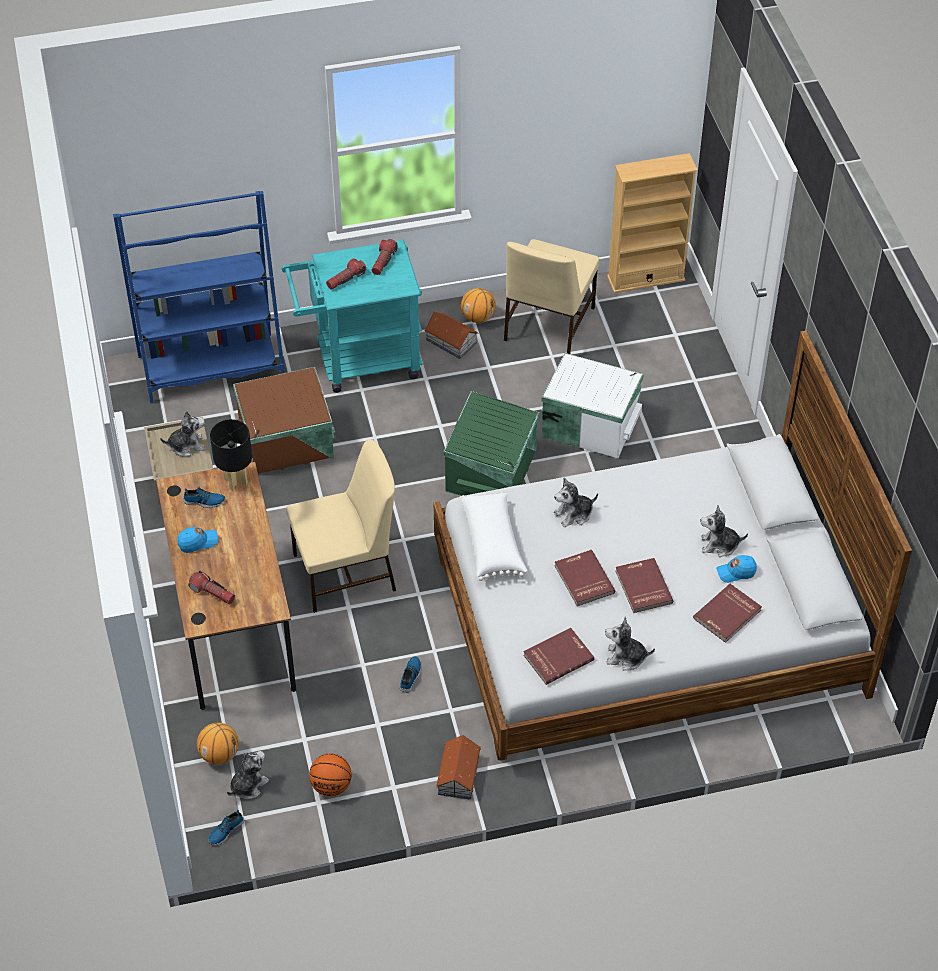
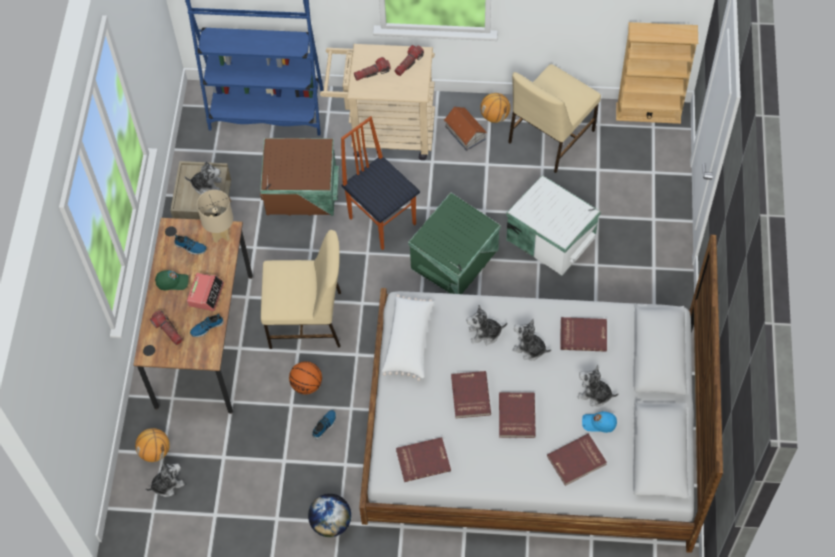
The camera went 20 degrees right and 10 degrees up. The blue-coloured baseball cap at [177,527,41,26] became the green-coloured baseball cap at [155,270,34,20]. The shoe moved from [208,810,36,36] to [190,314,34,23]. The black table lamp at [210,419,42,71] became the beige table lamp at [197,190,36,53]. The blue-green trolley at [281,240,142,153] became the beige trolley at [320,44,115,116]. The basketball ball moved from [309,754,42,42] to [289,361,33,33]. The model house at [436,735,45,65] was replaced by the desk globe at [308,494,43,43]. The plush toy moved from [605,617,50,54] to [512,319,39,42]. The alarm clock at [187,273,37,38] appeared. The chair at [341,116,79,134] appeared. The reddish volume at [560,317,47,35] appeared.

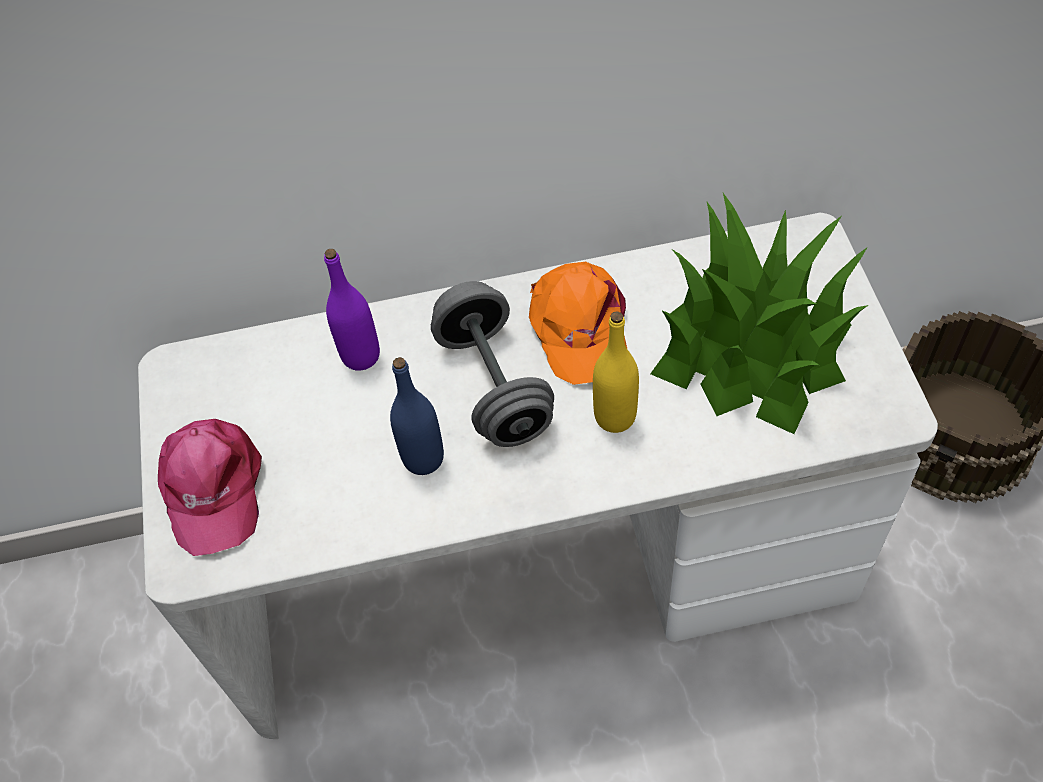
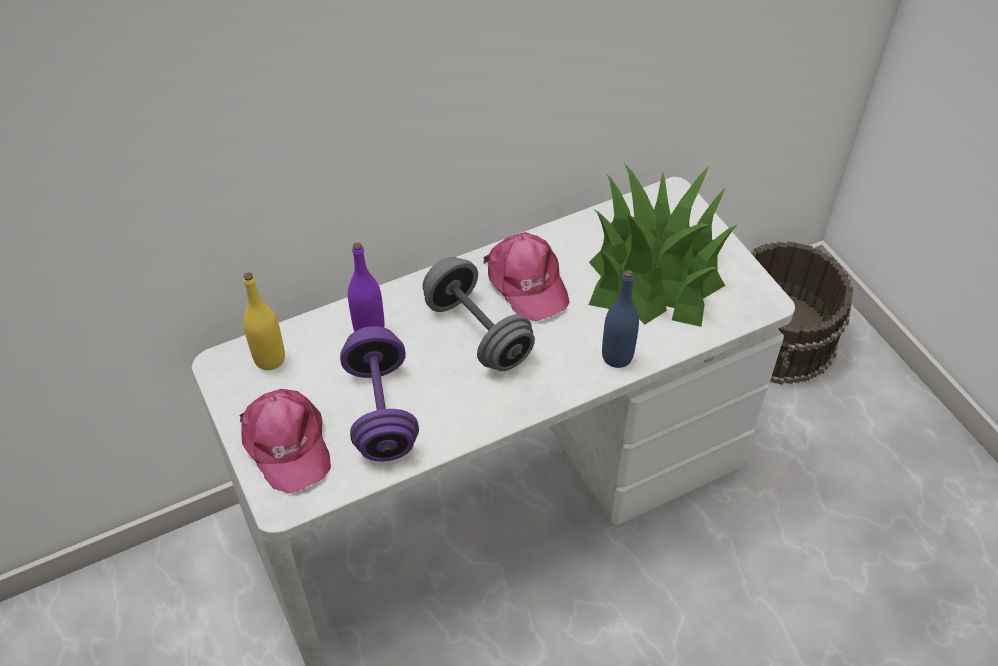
The camera went 20 degrees left and 5 degrees down. The blue-coloured drink bottle moved from [390,357,54,118] to [602,270,37,98]. The orange-coloured baseball cap at [529,262,98,123] became the pink baseball cap at [483,232,86,89]. The yellowish drink bottle moved from [593,311,46,122] to [243,272,42,98]. The purplish free weight at [340,326,79,135] appeared.

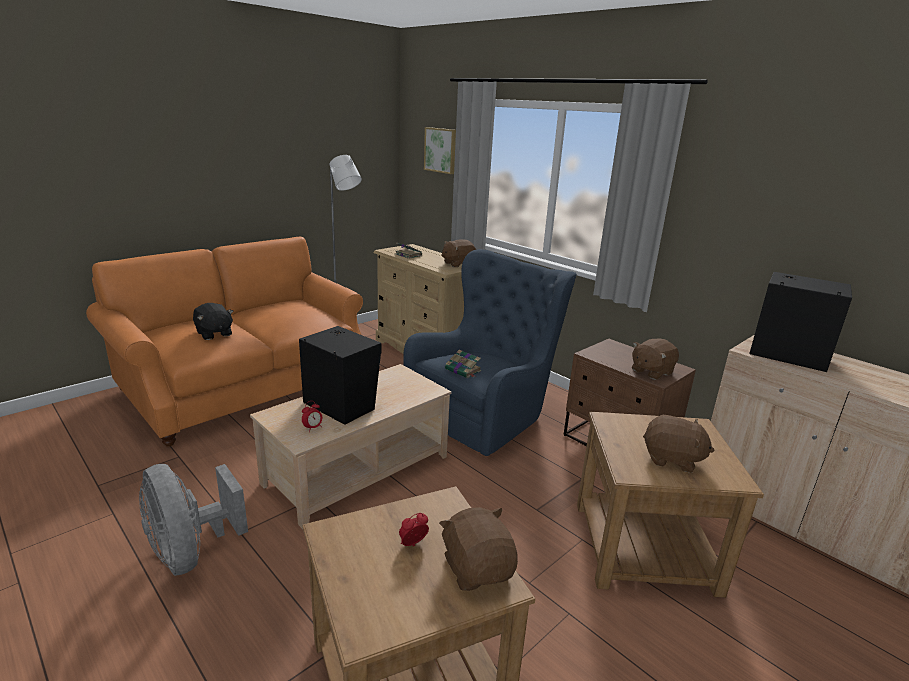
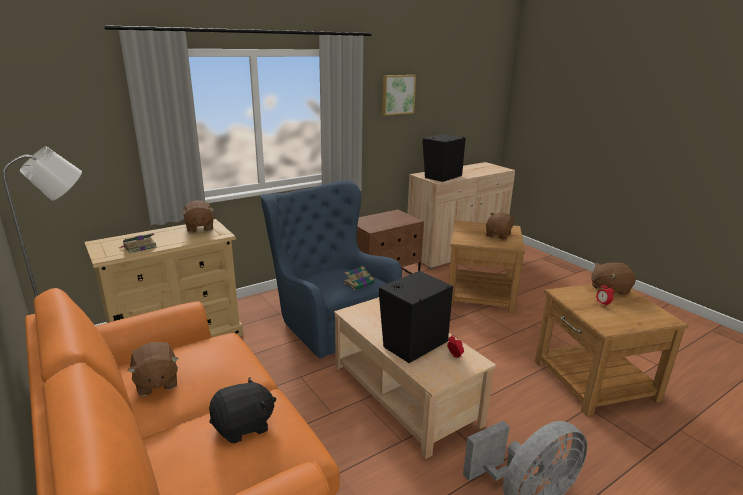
The camera went 80 degrees left and 0 degrees up. The wall art moved from [424,127,32,47] to [382,75,34,41]. The brown plush toy moved from [632,339,47,41] to [128,342,51,54].

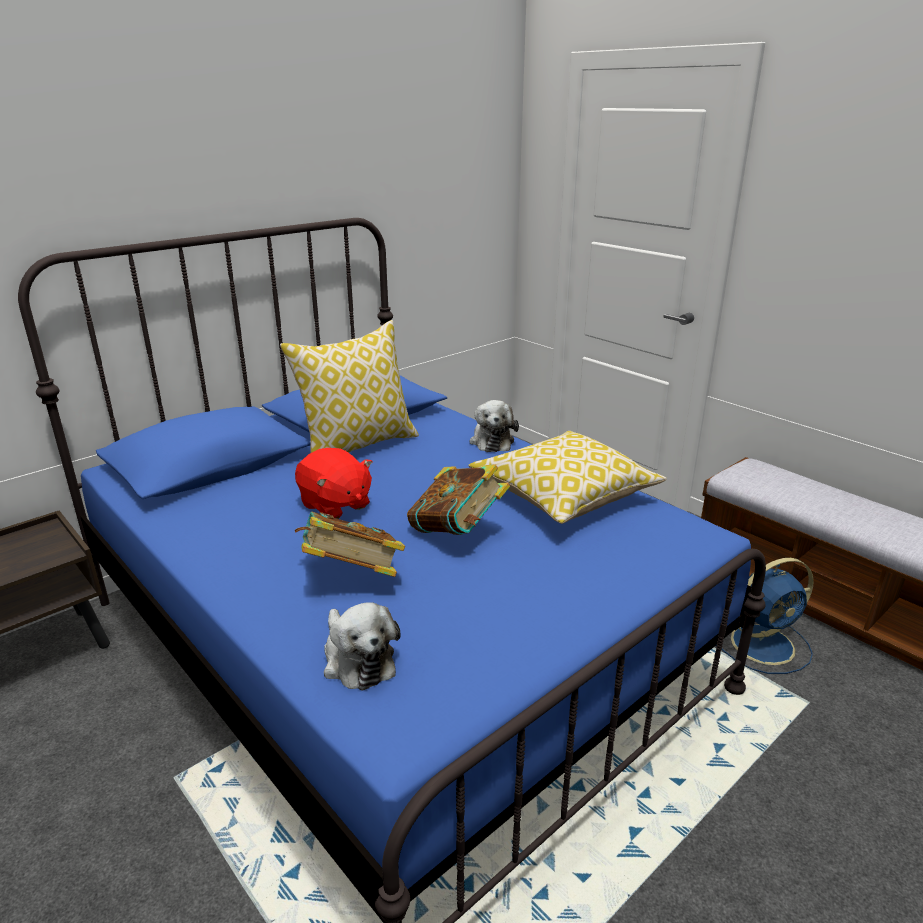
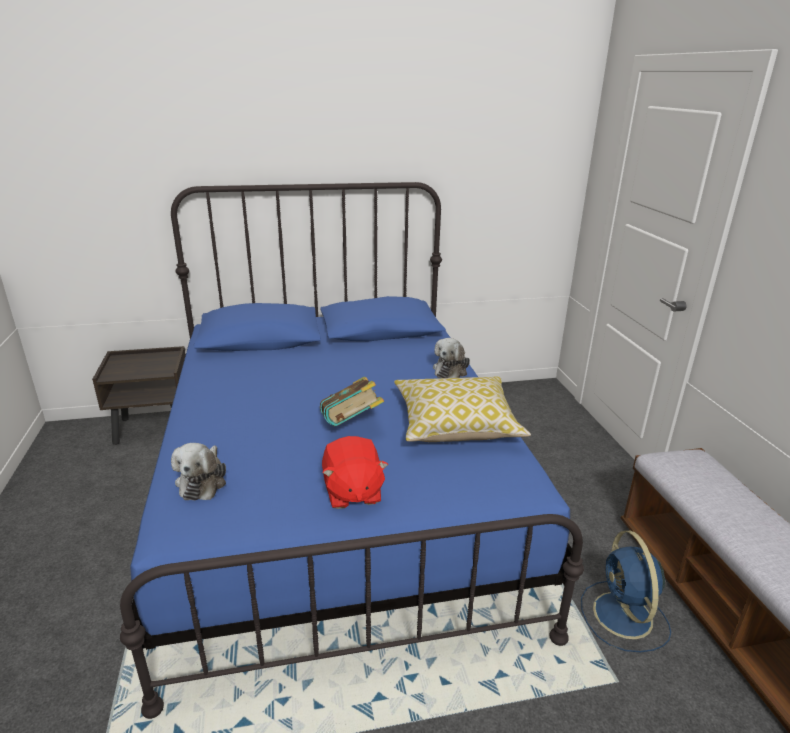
The camera went 30 degrees right and 0 degrees up. The pillow at [280,320,139,133] disappeared. The reddish plush toy moved from [295,448,77,71] to [322,436,66,73]. The volume at [295,511,110,66] disappeared. The blue-coloured electric fan at [716,558,98,116] turned 75 degrees clockwise.

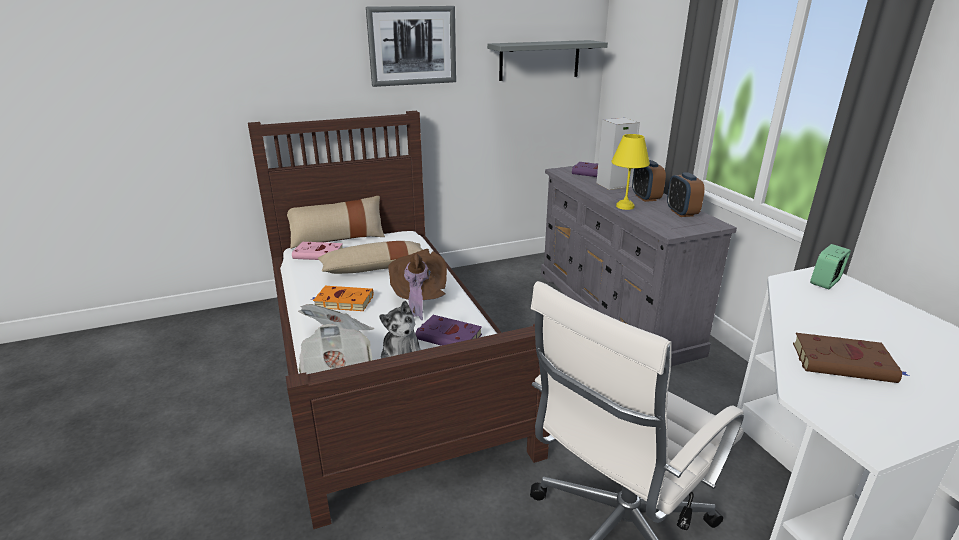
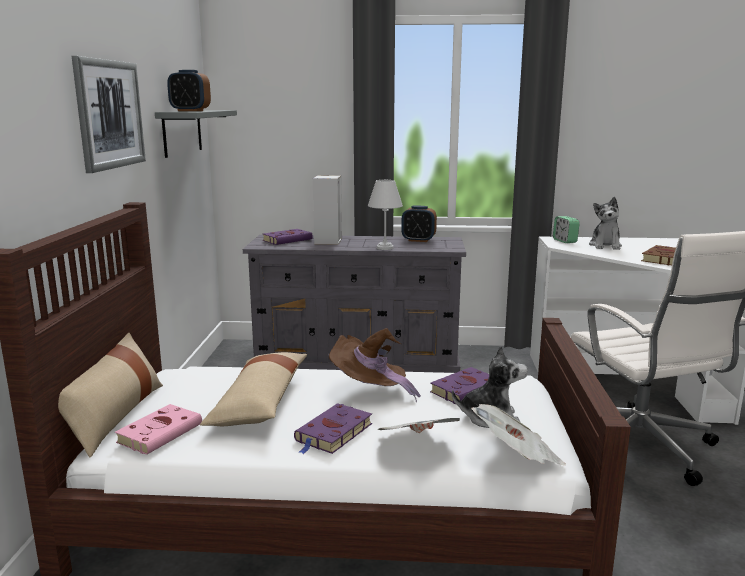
The camera went 65 degrees left and 10 degrees down. The orange-coloured volume at [313,286,60,25] became the purplish volume at [294,403,78,51]. The yellowish table lamp at [611,134,39,76] became the white table lamp at [368,180,35,70]. The alarm clock moved from [632,160,34,42] to [167,70,44,41]. The plush toy at [589,197,33,53] appeared.

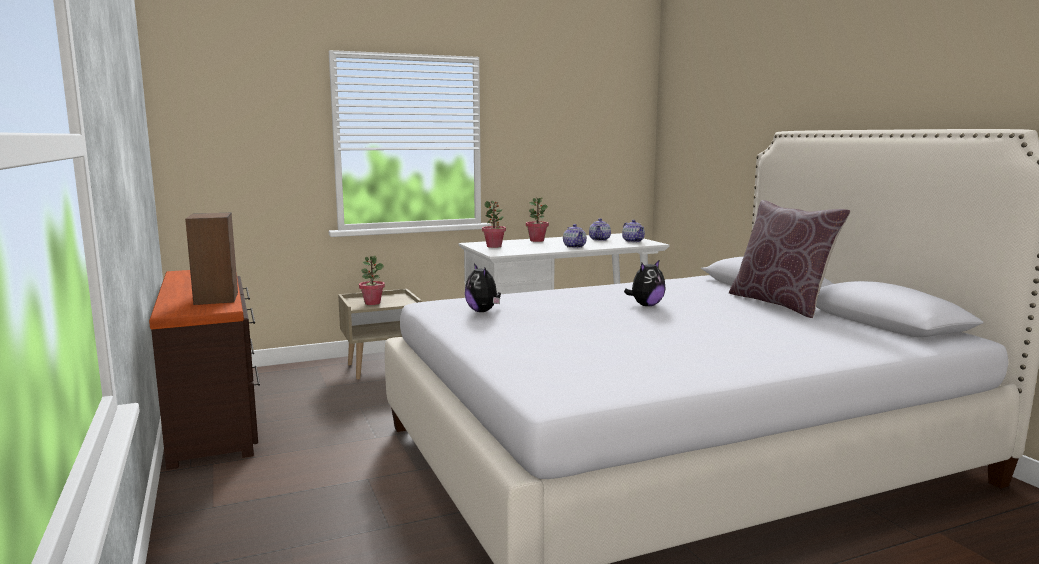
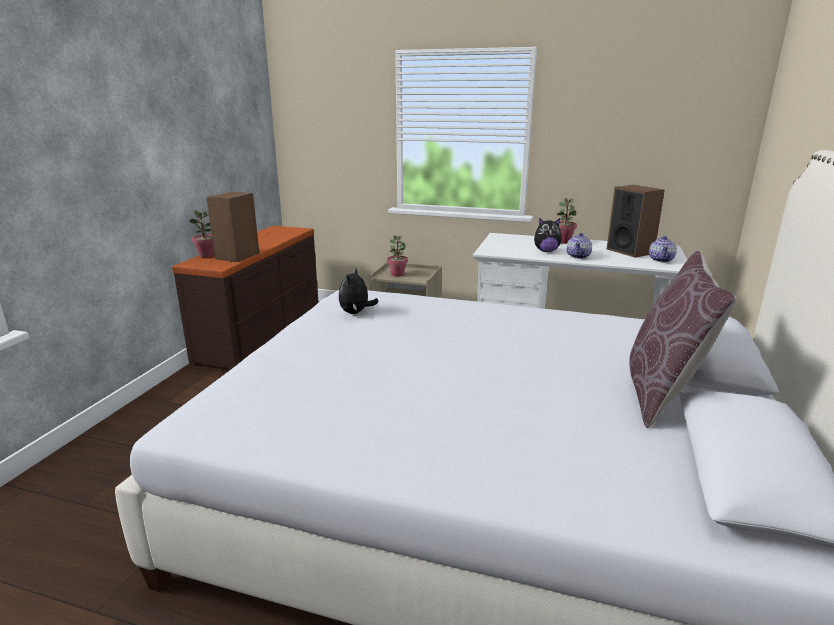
The camera went 40 degrees right and 10 degrees up. The houseplant moved from [482,200,24,48] to [189,210,25,47]. The teapot at [589,218,22,23] was replaced by the loudspeaker at [607,185,58,73]. The plush toy moved from [624,259,42,47] to [534,218,27,34].

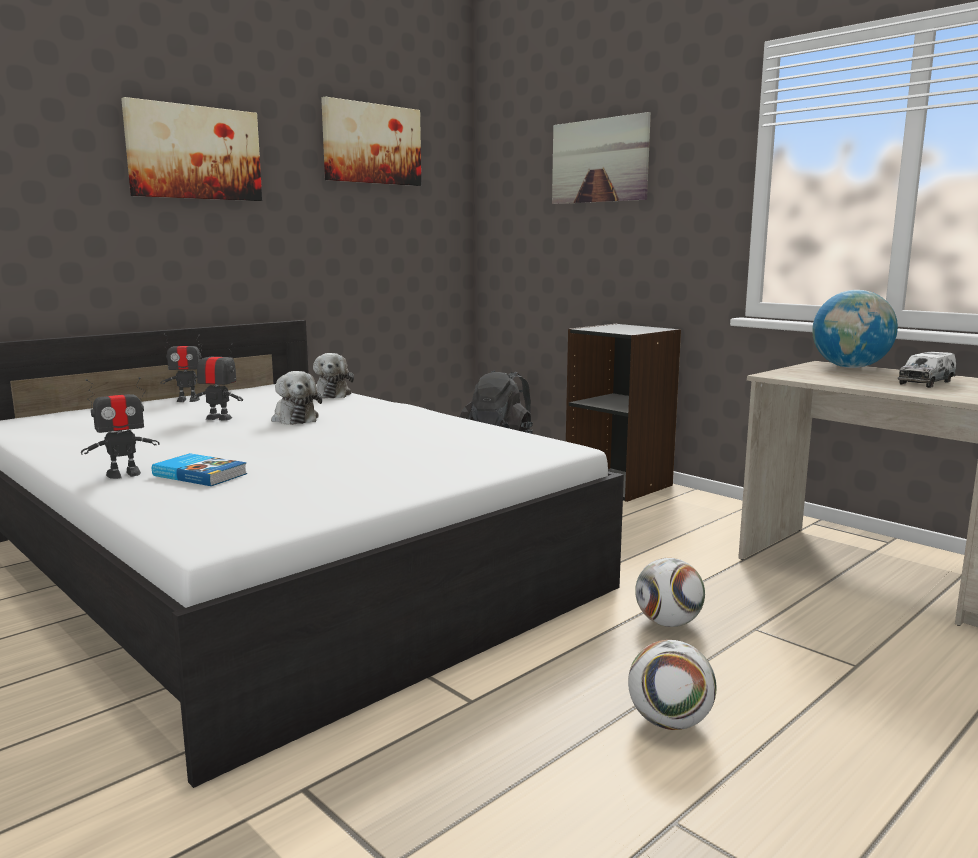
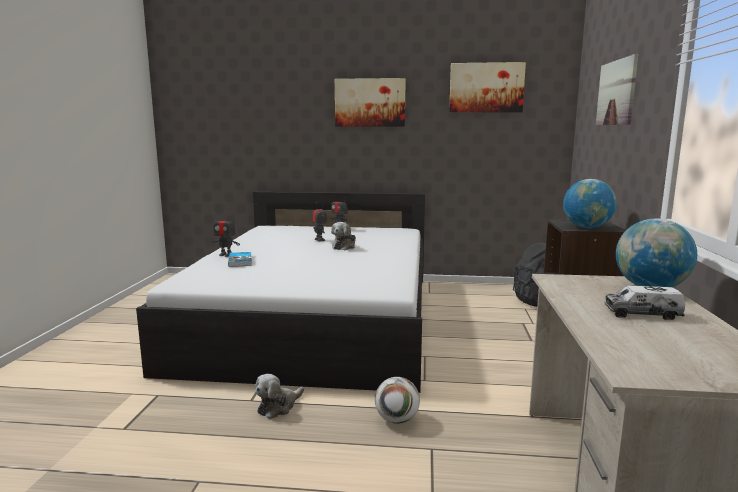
The camera went 50 degrees right and 0 degrees up. The plush toy moved from [313,353,41,46] to [255,374,49,45]. The football at [628,640,89,90] disappeared. The desk globe at [563,179,54,49] appeared.

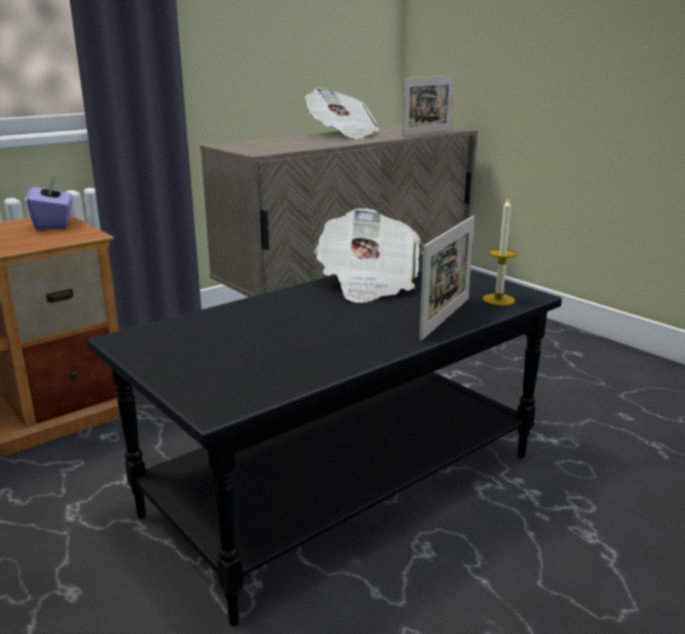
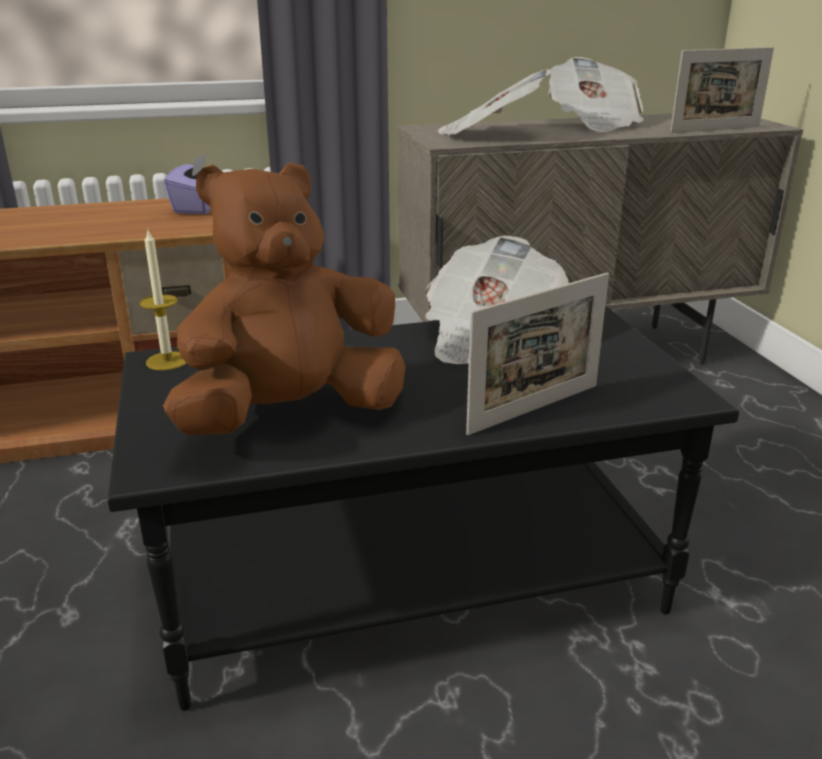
The camera went 25 degrees right and 5 degrees up. The candle moved from [483,199,34,107] to [140,231,46,140]. The brown plush toy at [163,163,242,272] appeared. The newspaper at [438,69,114,67] appeared.

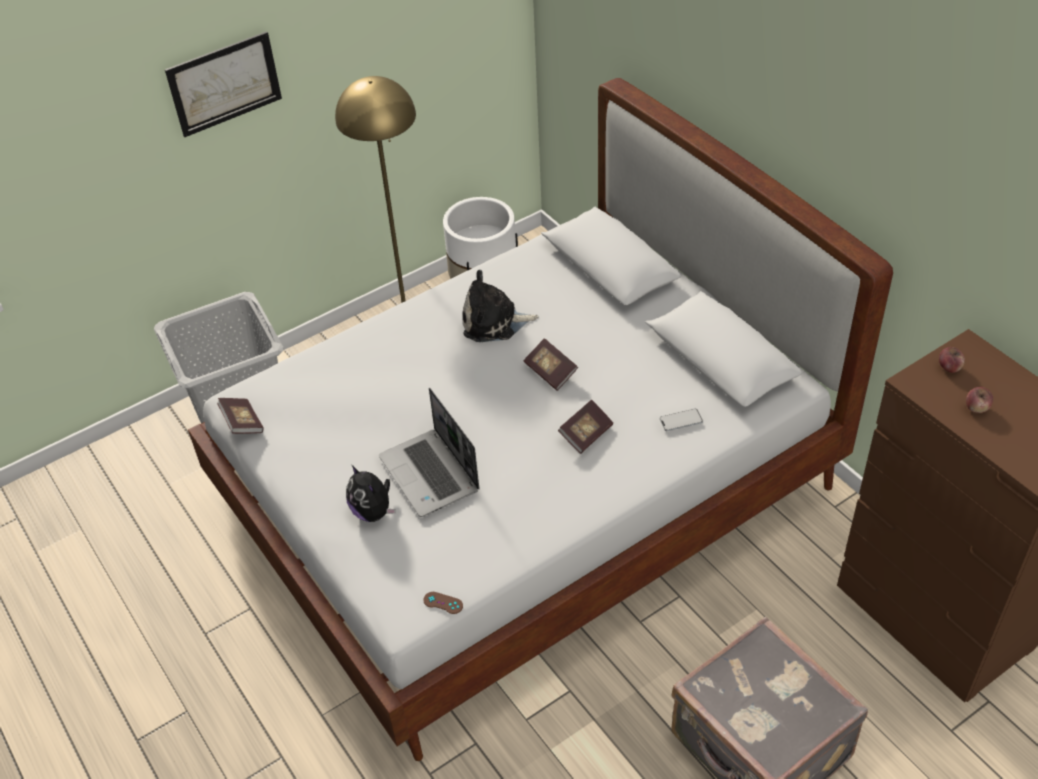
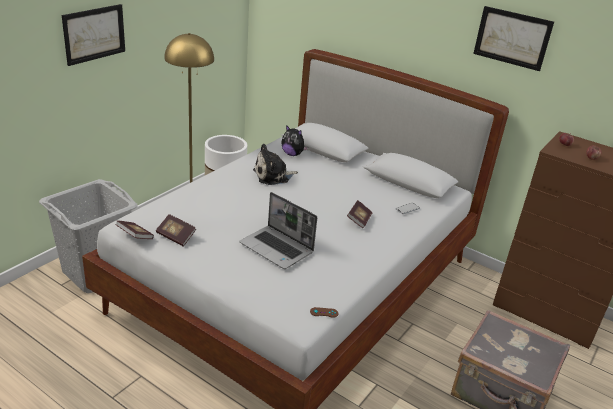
The camera went 25 degrees left and 15 degrees down. The plush toy moved from [346,465,50,57] to [281,125,27,31]. The volume moved from [524,338,54,53] to [156,214,40,32]. The wall art at [473,6,81,65] appeared.

